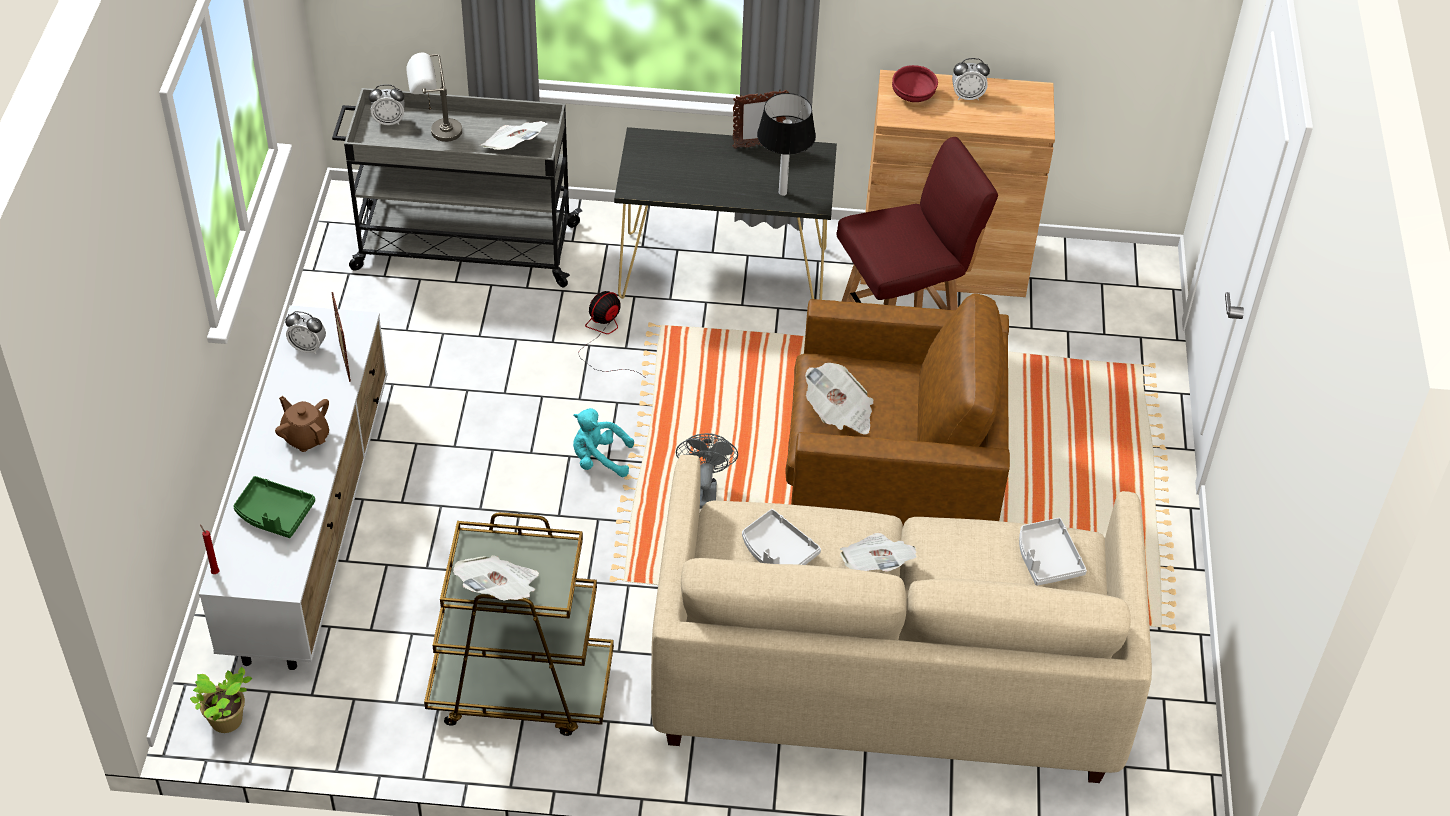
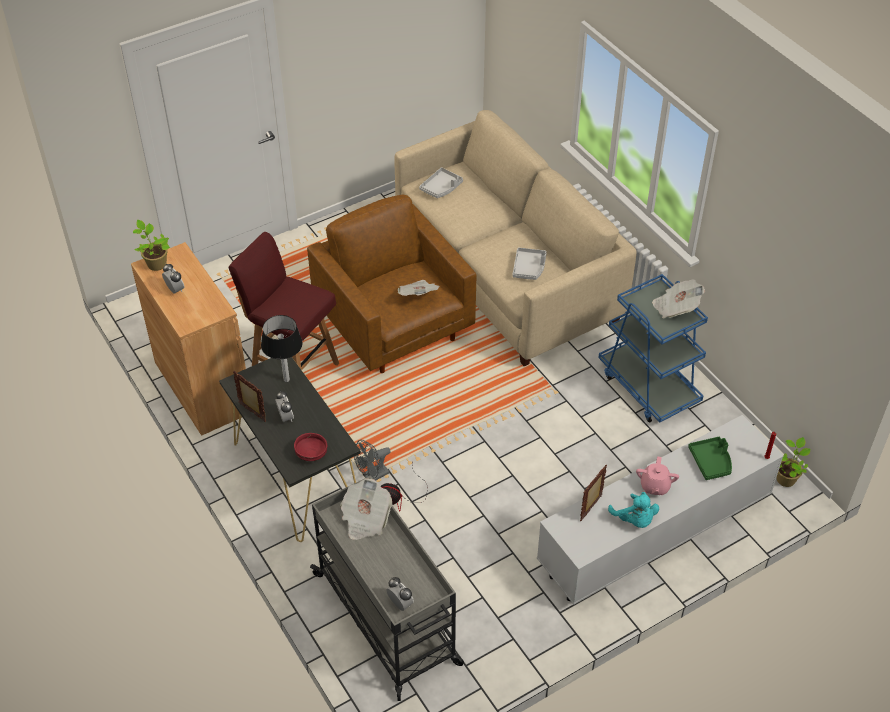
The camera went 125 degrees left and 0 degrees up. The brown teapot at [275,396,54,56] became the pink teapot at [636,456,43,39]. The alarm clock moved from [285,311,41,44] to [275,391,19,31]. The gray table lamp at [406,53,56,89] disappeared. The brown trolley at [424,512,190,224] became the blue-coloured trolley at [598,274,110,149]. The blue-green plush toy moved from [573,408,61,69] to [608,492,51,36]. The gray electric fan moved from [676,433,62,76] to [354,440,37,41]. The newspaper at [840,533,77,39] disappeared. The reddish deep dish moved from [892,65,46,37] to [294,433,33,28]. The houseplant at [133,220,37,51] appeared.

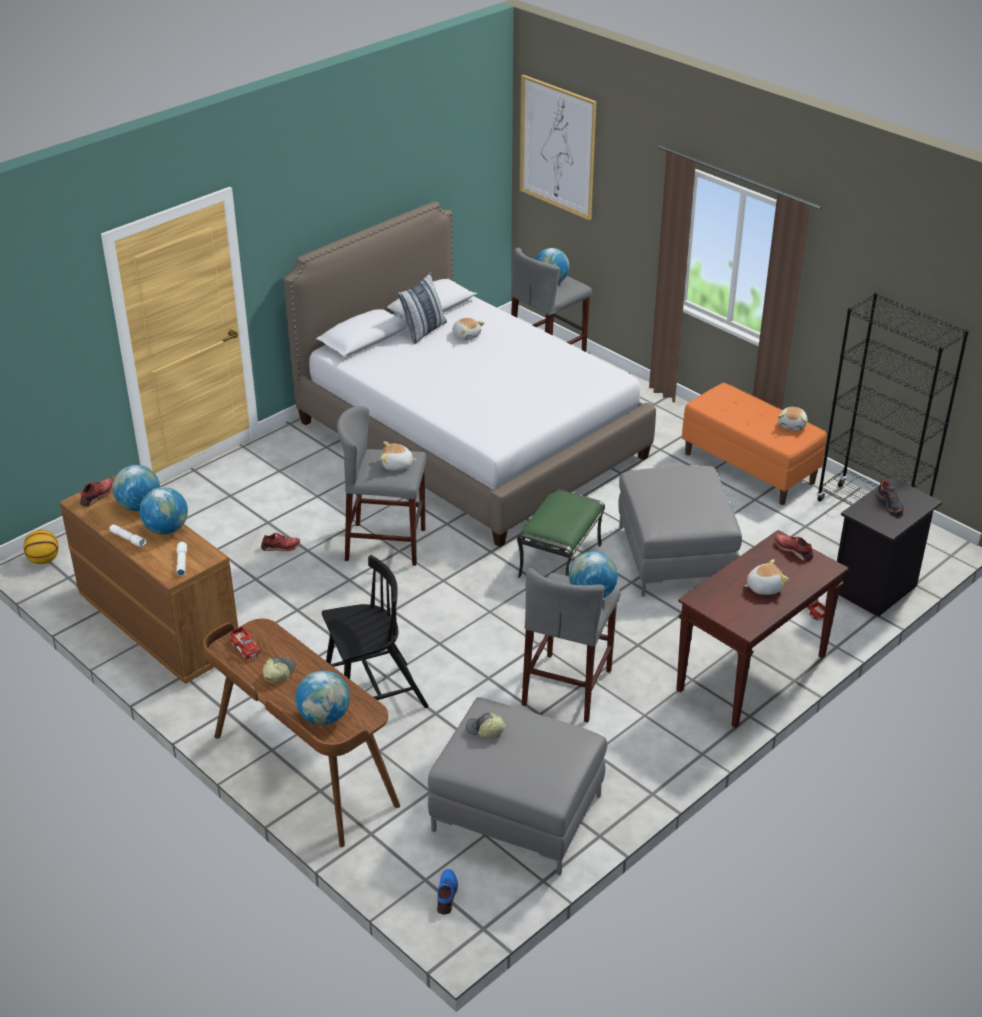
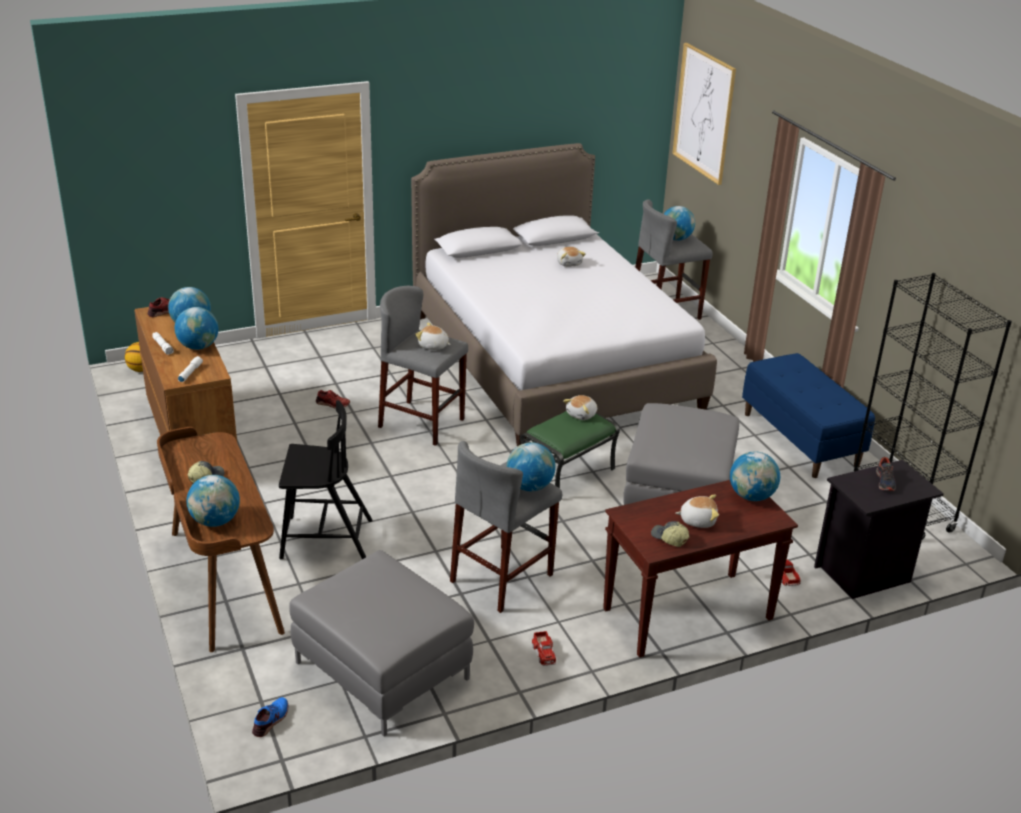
The camera went 20 degrees right and 5 degrees down. The toy truck moved from [230,627,31,33] to [532,631,24,35]. The pillow at [397,272,50,72] disappeared. The baseball cap moved from [465,712,41,26] to [651,521,38,26]. The orange-coloured indoor bench at [682,383,145,122] became the blue-coloured indoor bench at [742,353,133,125]. The reddish shoe at [775,534,38,27] was replaced by the desk globe at [730,452,50,49]. The plush toy moved from [778,407,29,24] to [563,395,34,25].

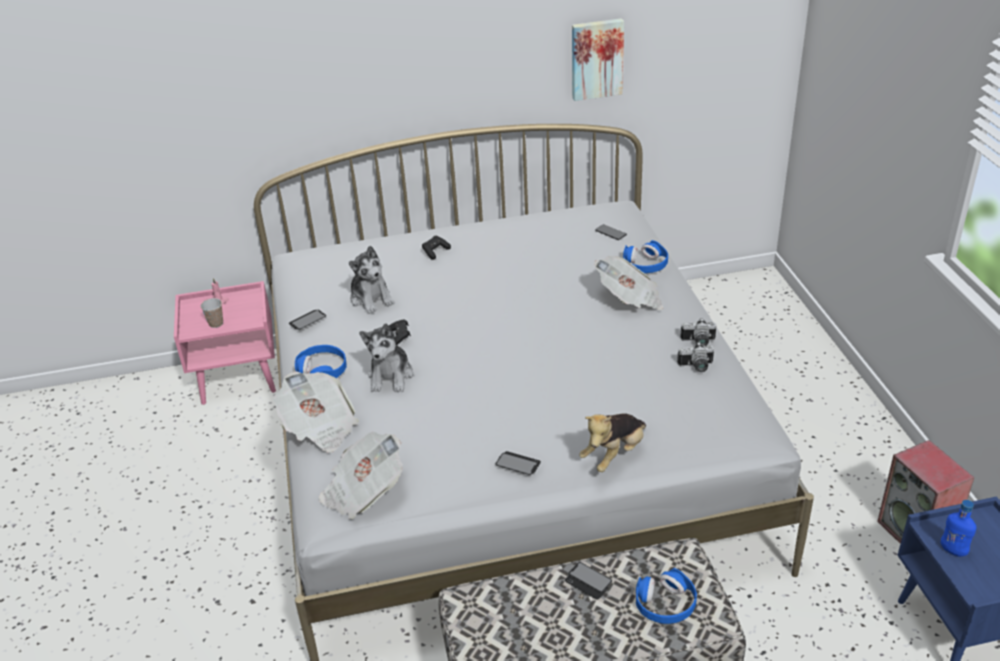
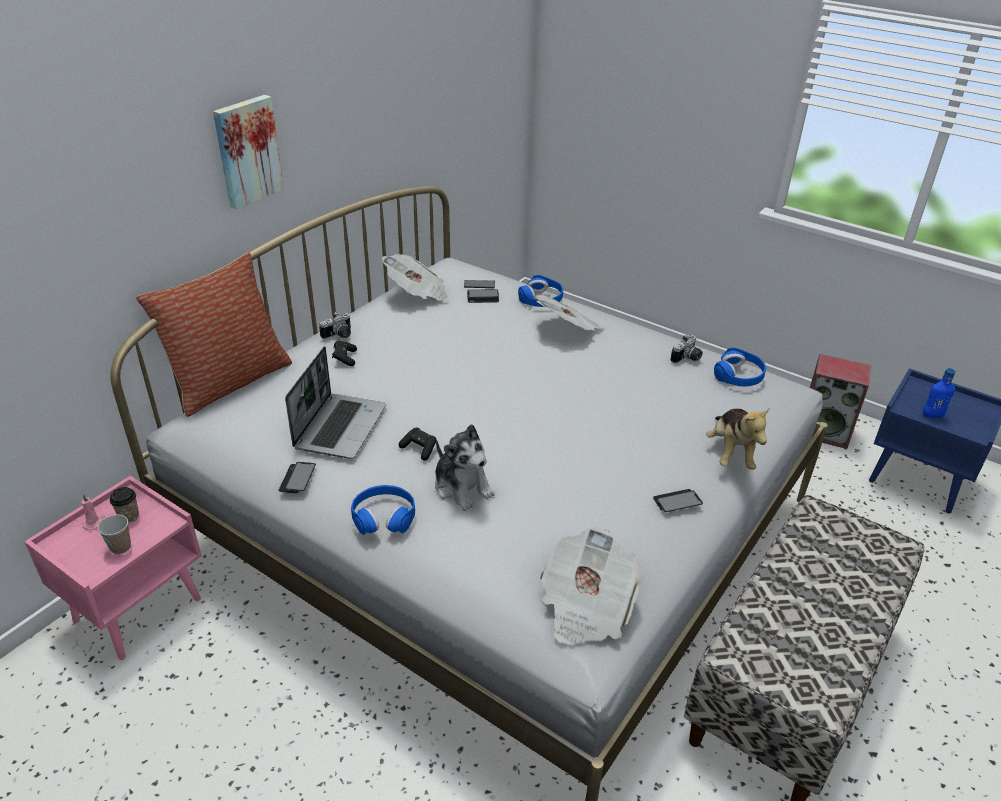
The camera went 45 degrees left and 0 degrees up. The newspaper moved from [273,371,86,82] to [382,254,67,48]. The plush toy at [349,246,46,68] was replaced by the notebook computer at [285,346,101,113]. The handset moved from [565,562,47,38] to [467,289,32,14]. The wall art moved from [572,18,52,83] to [213,95,71,114]. The blue-coloured pair of headphones moved from [636,568,61,56] to [714,347,52,40]. The photo camera moved from [681,318,35,28] to [319,312,32,27]. The drinking cup at [110,487,29,36] appeared. The pillow at [136,253,156,164] appeared.

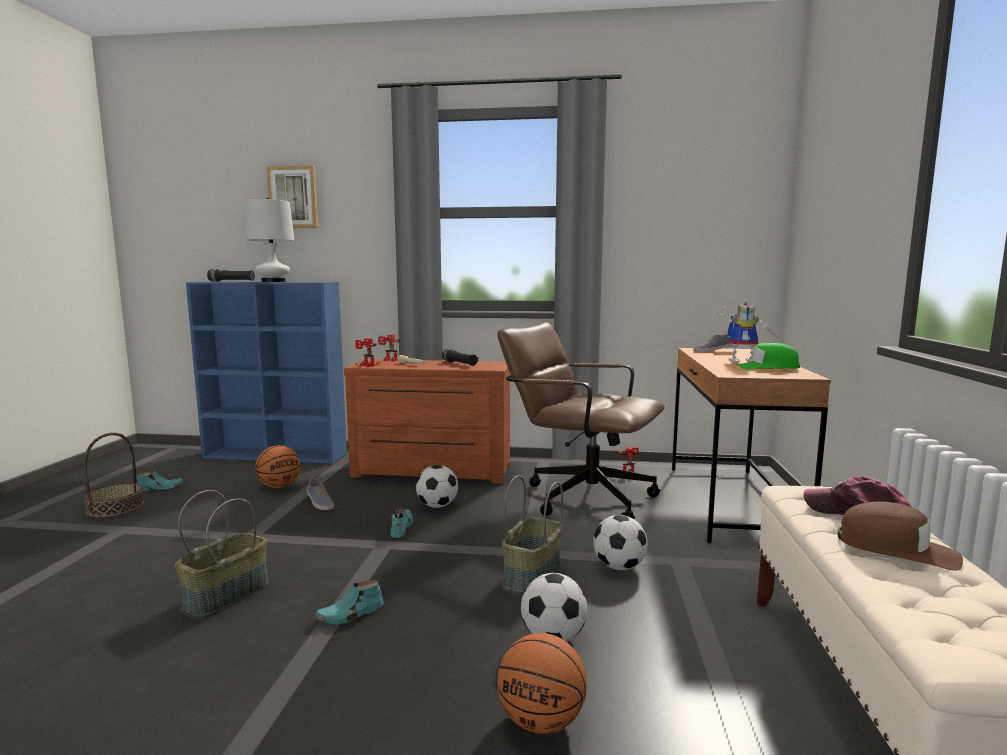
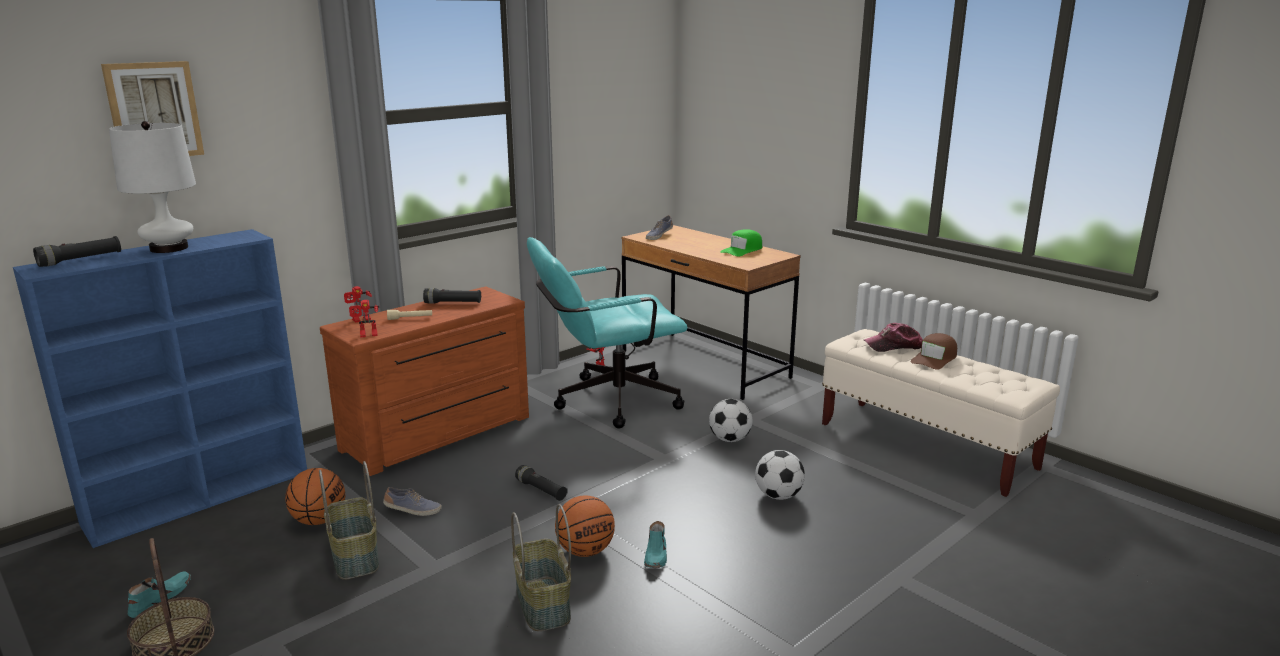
The camera went 50 degrees left and 10 degrees up. The blue-green shoe at [391,508,22,30] was replaced by the black torch at [515,465,53,36]. The football at [416,465,42,43] disappeared. The brown computer chair at [497,322,168,197] became the blue-green computer chair at [527,237,161,191]. The basketball ball moved from [497,633,90,101] to [555,496,60,61]. The household basket moved from [502,476,61,117] to [319,461,60,119]. The toy robot at [717,302,61,60] disappeared. The brown baseball cap at [837,501,126,70] turned 150 degrees clockwise.

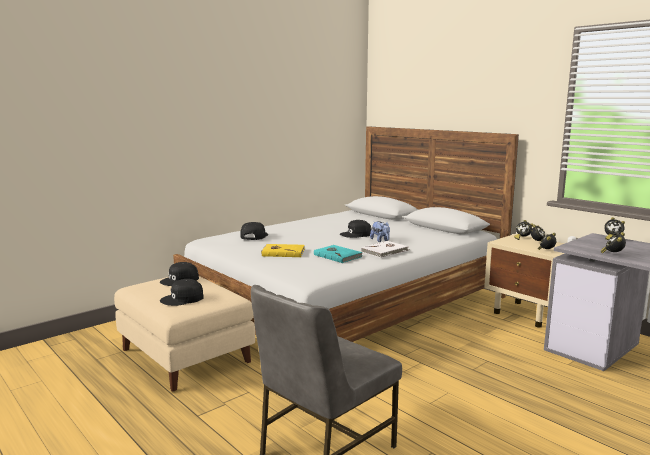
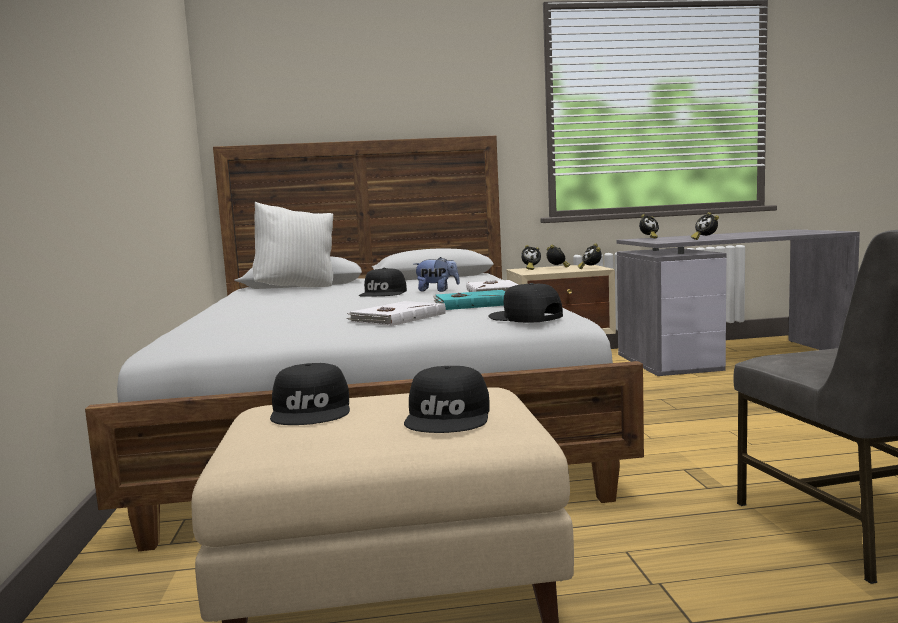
The camera went 55 degrees left and 5 degrees down. The black baseball cap moved from [240,222,28,18] to [488,283,75,40]. The yellowish volume at [261,244,44,13] became the white volume at [346,301,100,25]. The white pillow at [253,202,80,86] appeared.

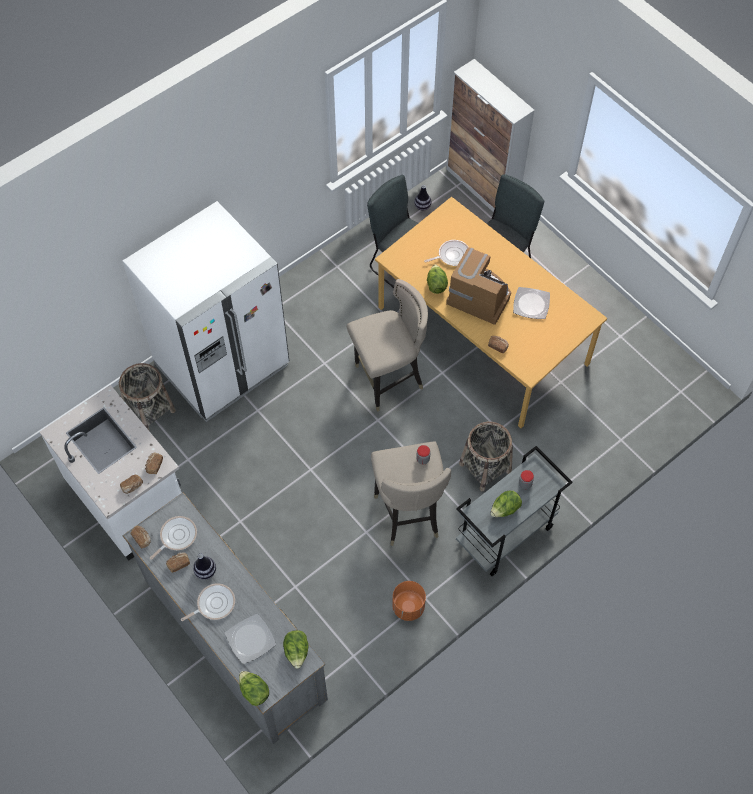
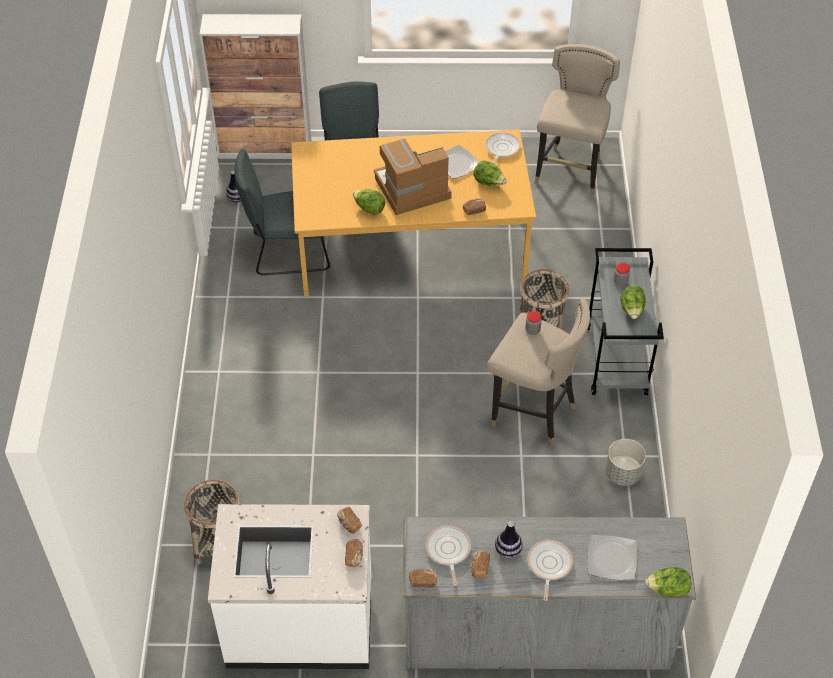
The camera went 50 degrees left and 10 degrees down. The white kitchen fridge at [123,201,167,221] disappeared. The head of lettuce moved from [283,630,26,39] to [474,160,32,26]. The beige stool seat moved from [347,279,81,133] to [535,44,85,152]. The orange-coloured flower pot at [392,581,34,40] became the gray flower pot at [605,439,41,47]. The frying pan moved from [424,240,44,26] to [485,132,35,32].

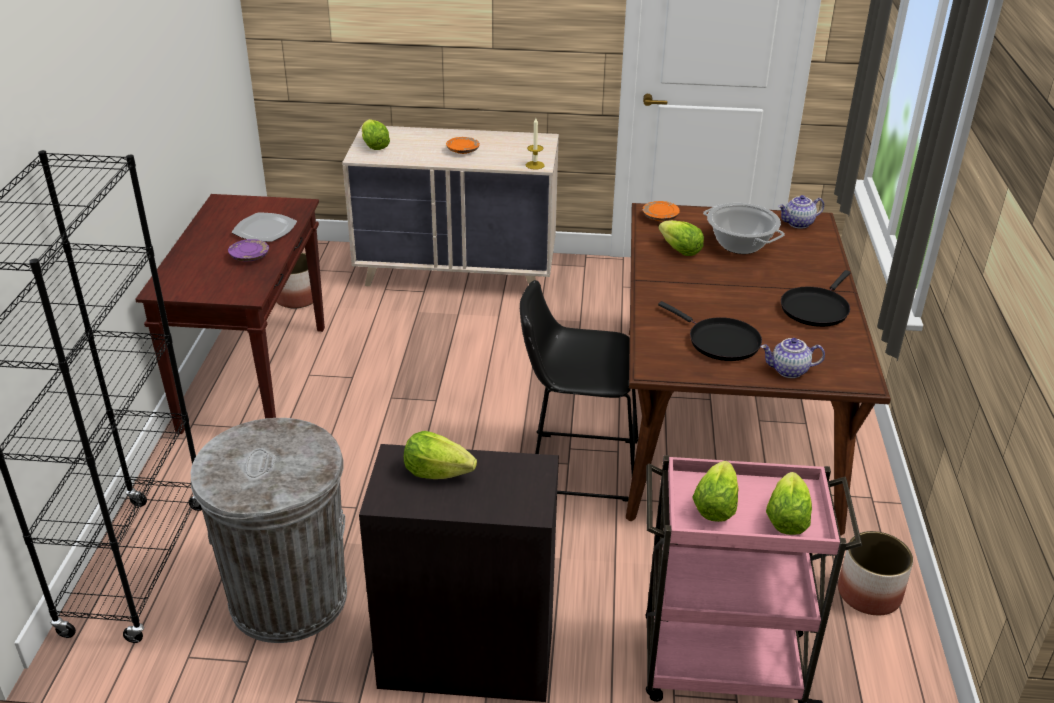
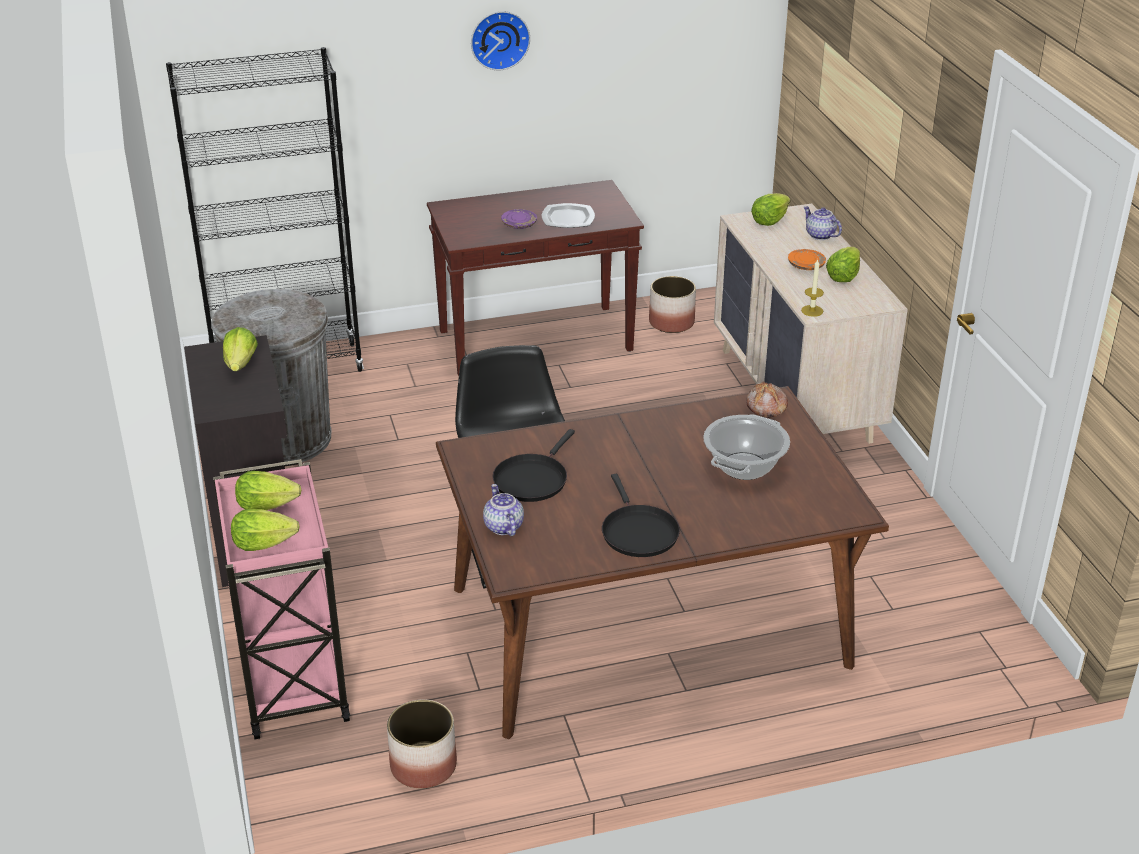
The camera went 70 degrees right and 0 degrees up. The orange-coloured plate at [642,201,38,20] was replaced by the bakery bread at [747,381,41,37]. The head of lettuce moved from [658,220,46,36] to [826,247,34,35]. The teapot moved from [778,195,46,34] to [804,206,38,34]. The black frying pan at [781,270,69,57] turned 120 degrees counterclockwise. The wall clock at [471,11,59,59] appeared.

